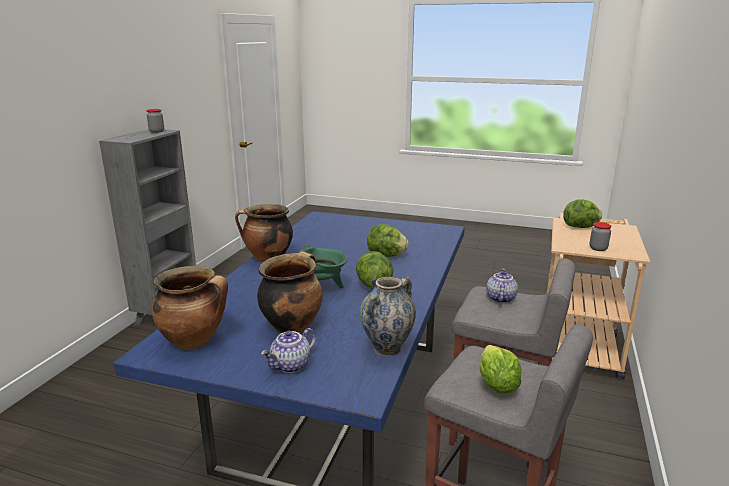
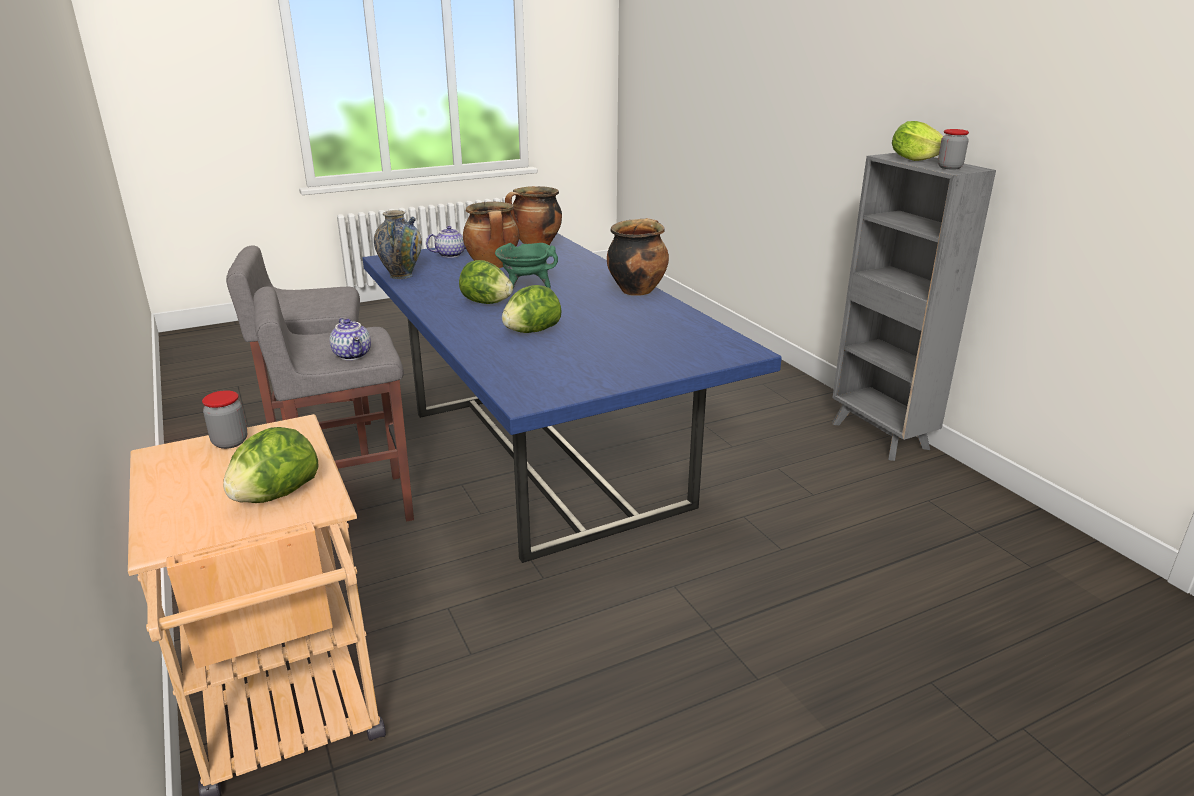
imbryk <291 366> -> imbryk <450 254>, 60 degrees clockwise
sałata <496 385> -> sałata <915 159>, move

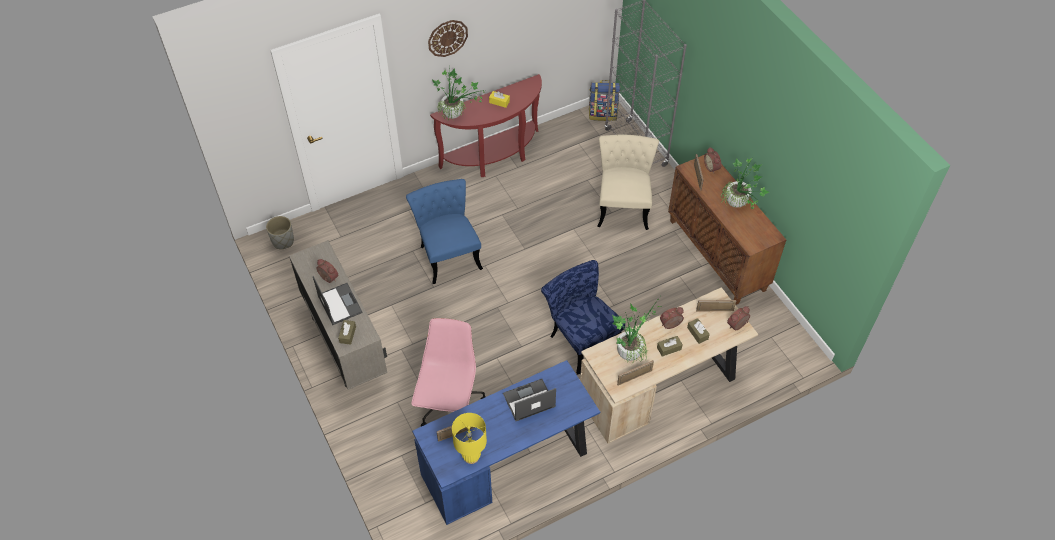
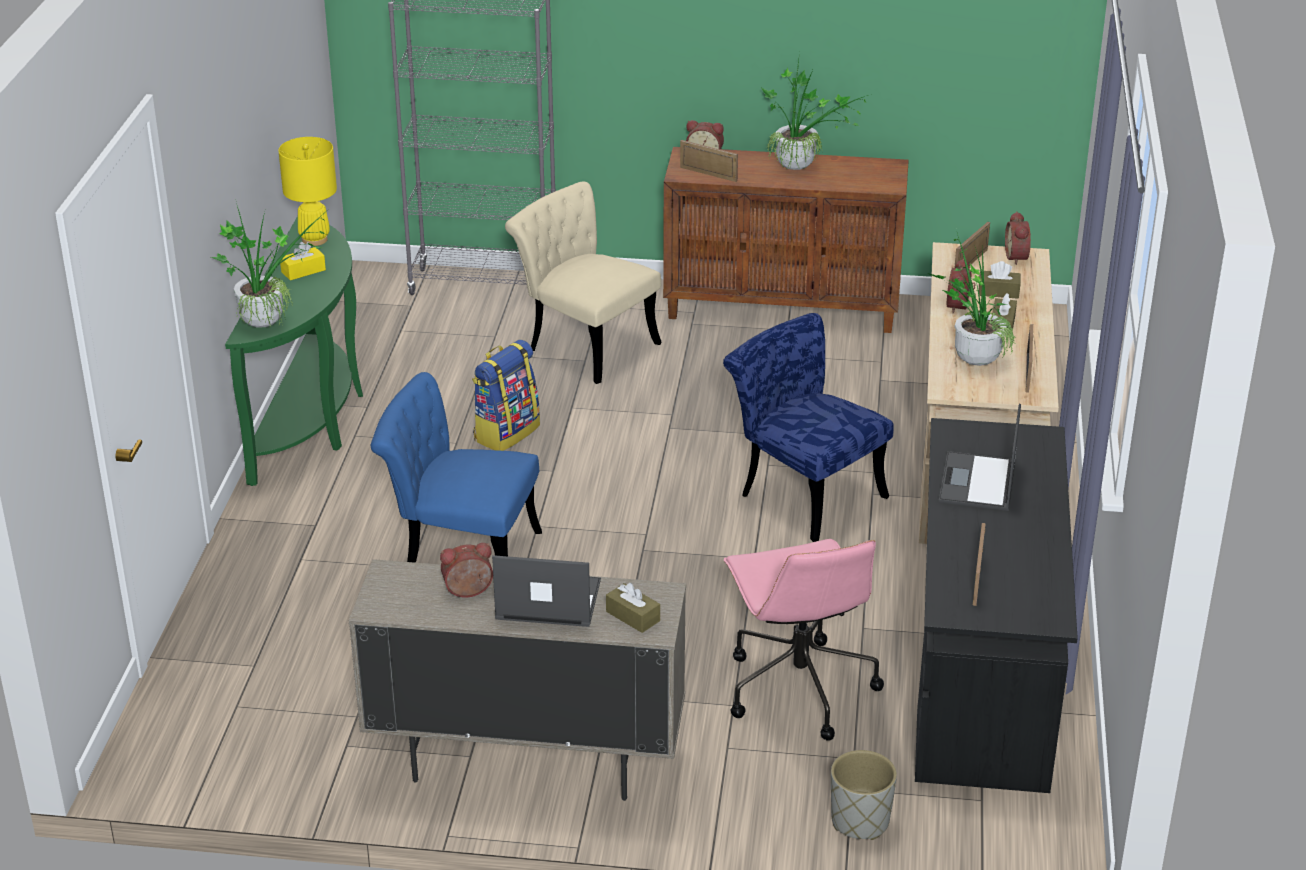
donica [szary] <283 241> -> donica [szary] <860 821>, move
krzesło biurowe [różowy] <449 405> -> krzesło biurowe [różowy] <798 687>, 150 degrees counterclockwise
biurko [niebieski] <508 464> -> biurko [czarny] <983 670>
zegar ścienny <447 38> -> none
stolik konsolowy [czerwony] <495 157> -> stolik konsolowy [zielony] <313 420>
lampa stołowa [żółty] <471 456> -> lampa stołowa [żółty] <314 240>, move
krzesło [niebieski] <581 338> -> krzesło [niebieski] <803 492>, 45 degrees clockwise
plecak <603 114> -> plecak <506 432>, move

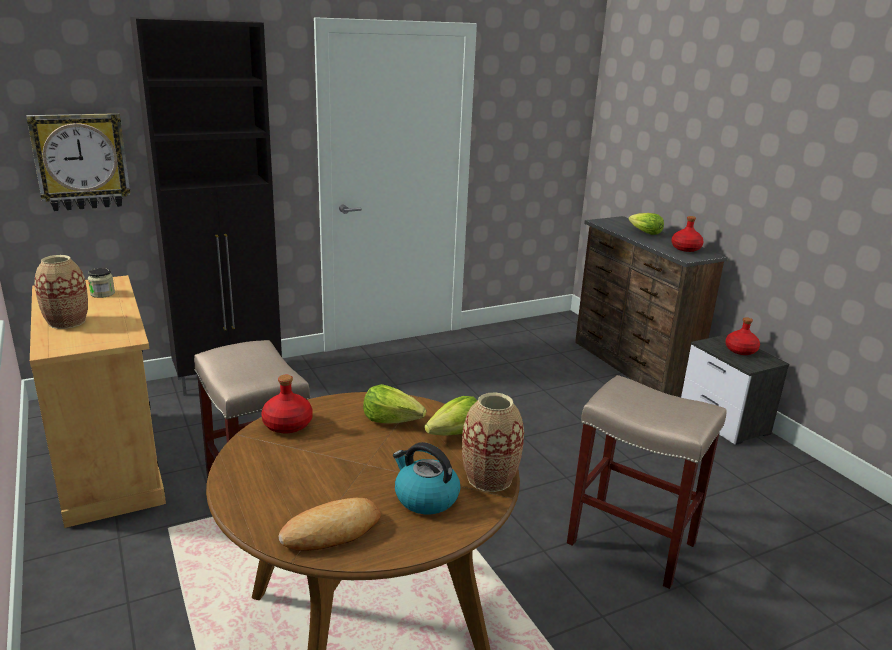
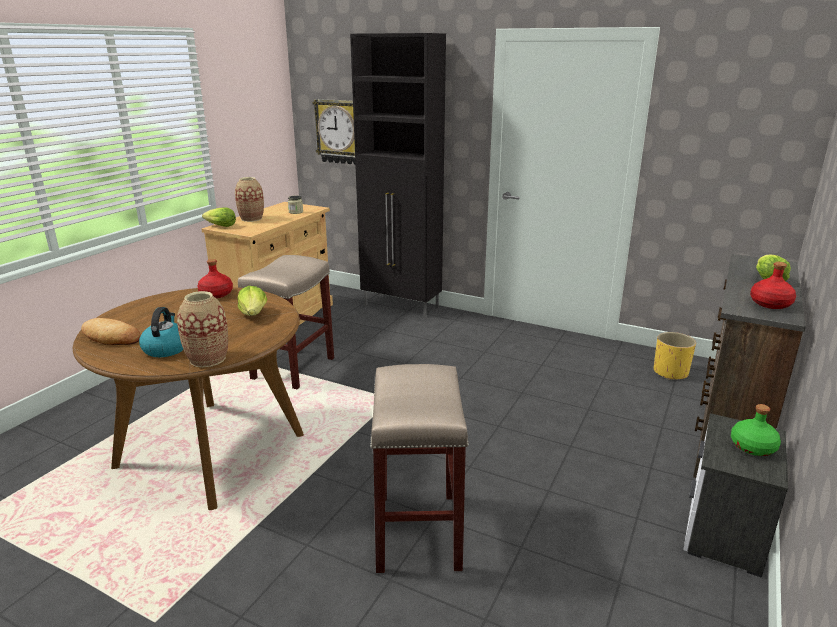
sałata <455 434> -> sałata <220 226>, move
butelka [czerwony] <740 350> -> butelka [zielony] <752 447>
none -> donica [żółty] <670 373>

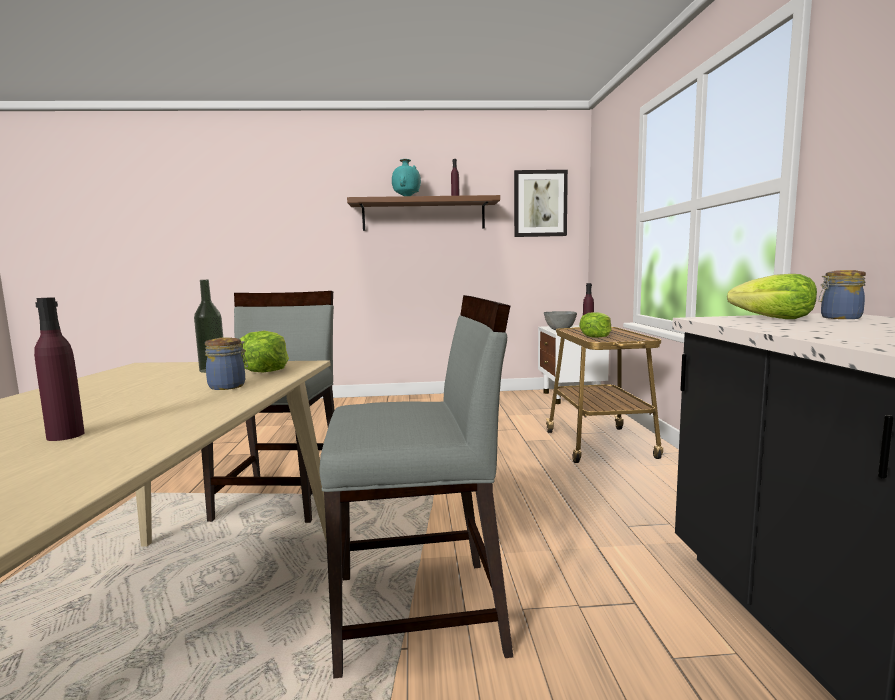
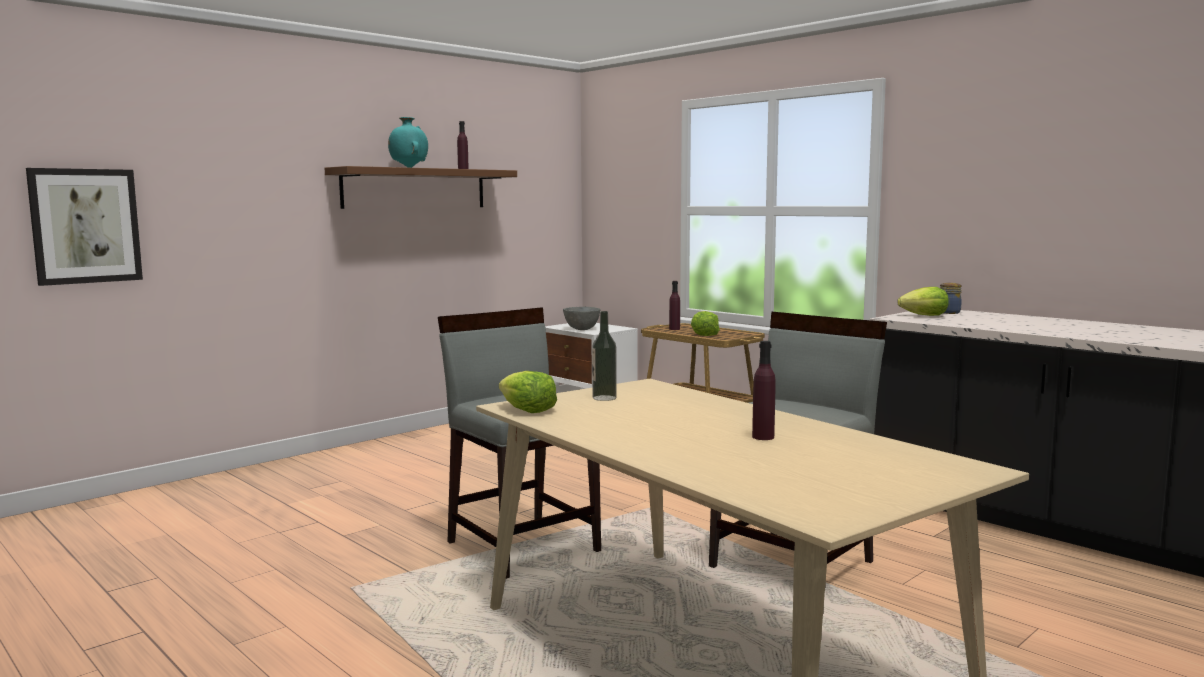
słoik <229 386> -> none
sałata <265 369> -> sałata <527 410>, move
obraz <540 203> -> obraz <85 226>, move

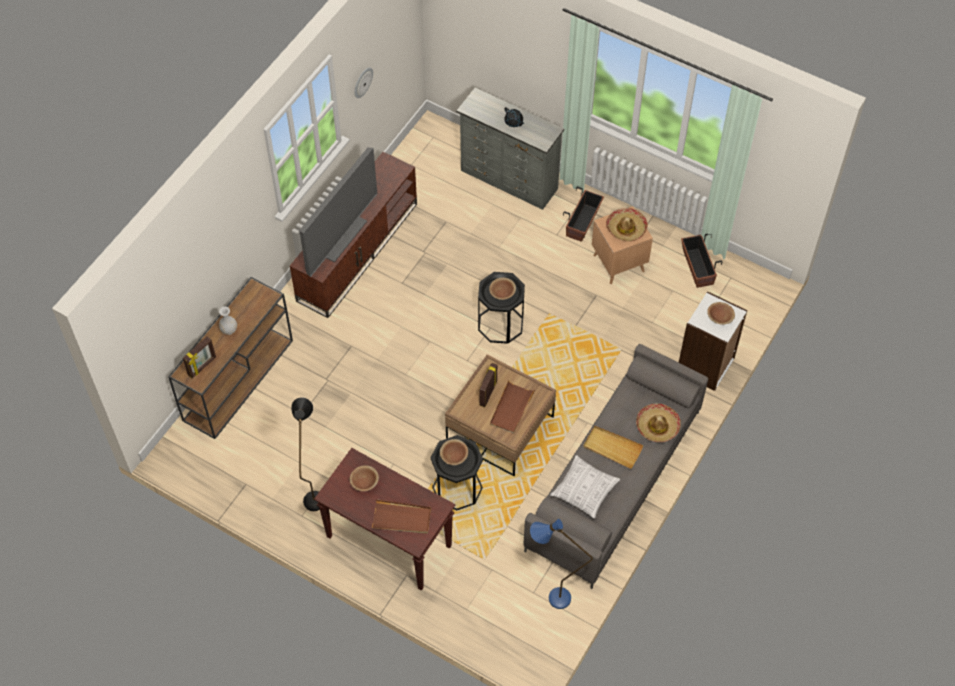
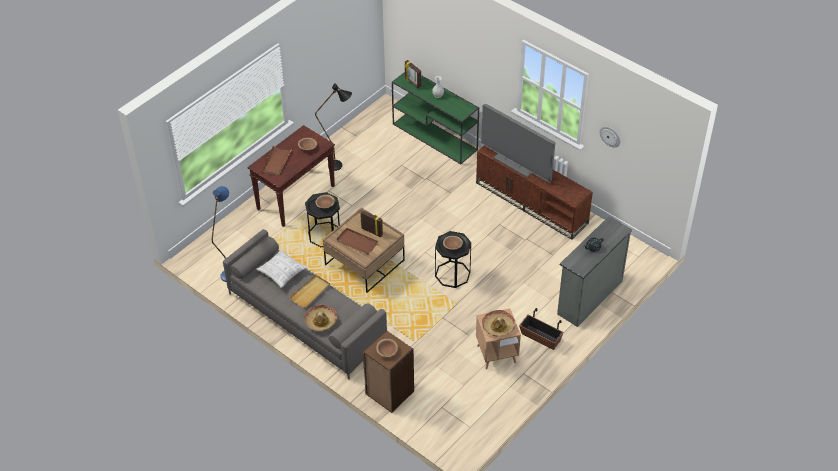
stolik konsolowy [brązowy] <239 379> -> stolik konsolowy [zielony] <435 137>
regał [biały] <706 365> -> regał [brązowy] <389 393>
donica <697 268> -> none

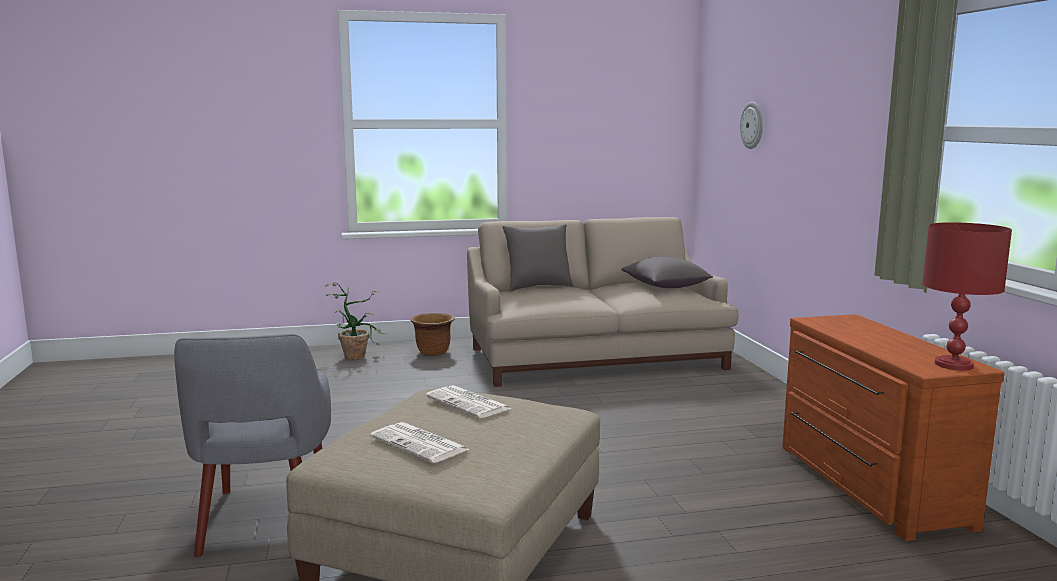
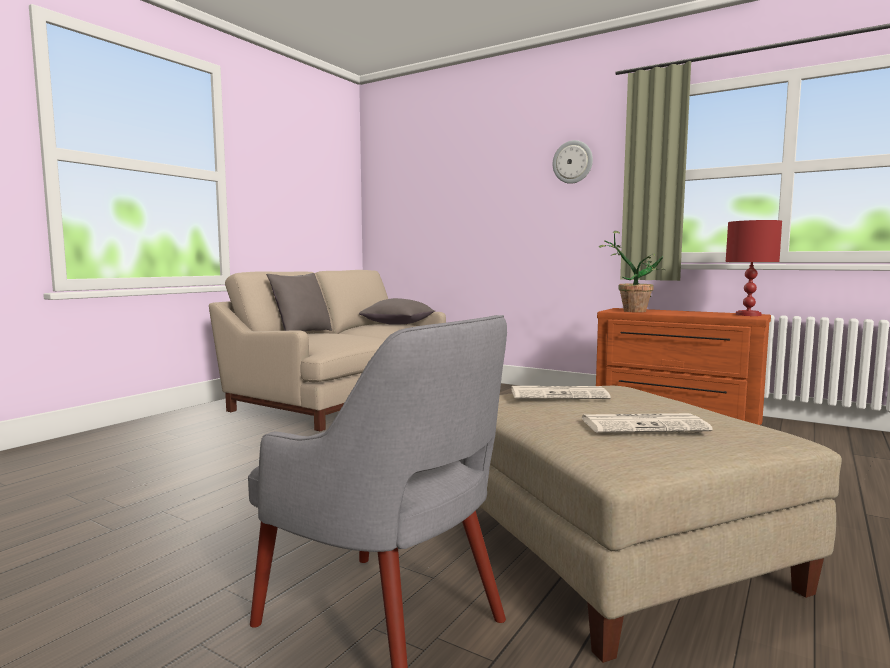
roślina doniczkowa <357 355> -> roślina doniczkowa <629 310>, move
donica [brązowy] <433 352> -> none
zegar ścienny <752 125> -> zegar ścienny <572 162>, move

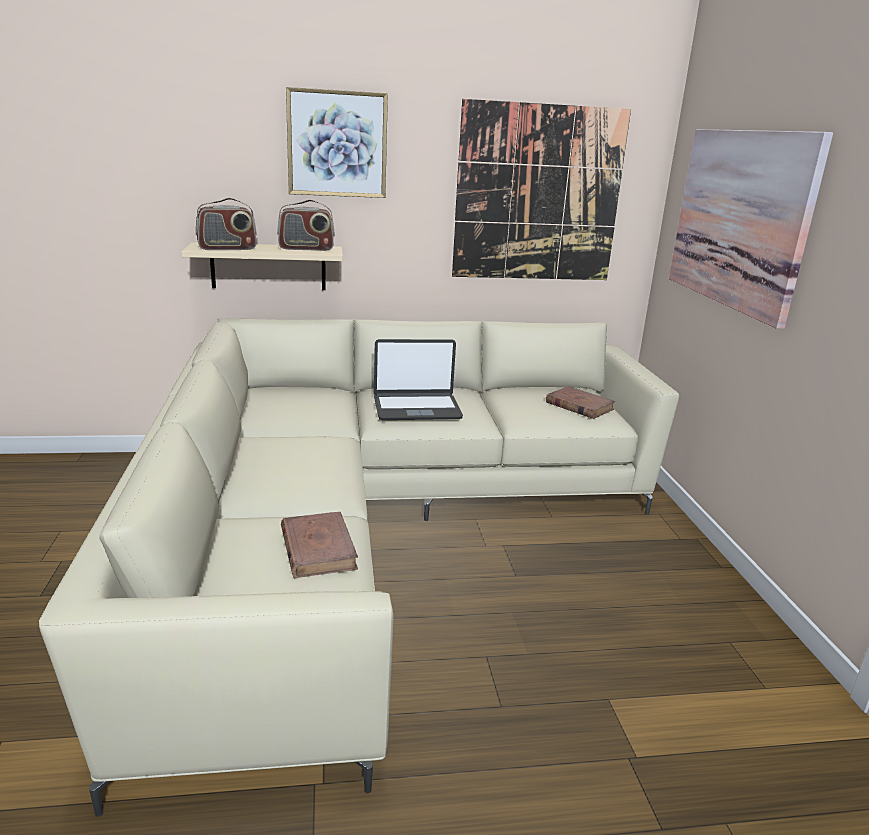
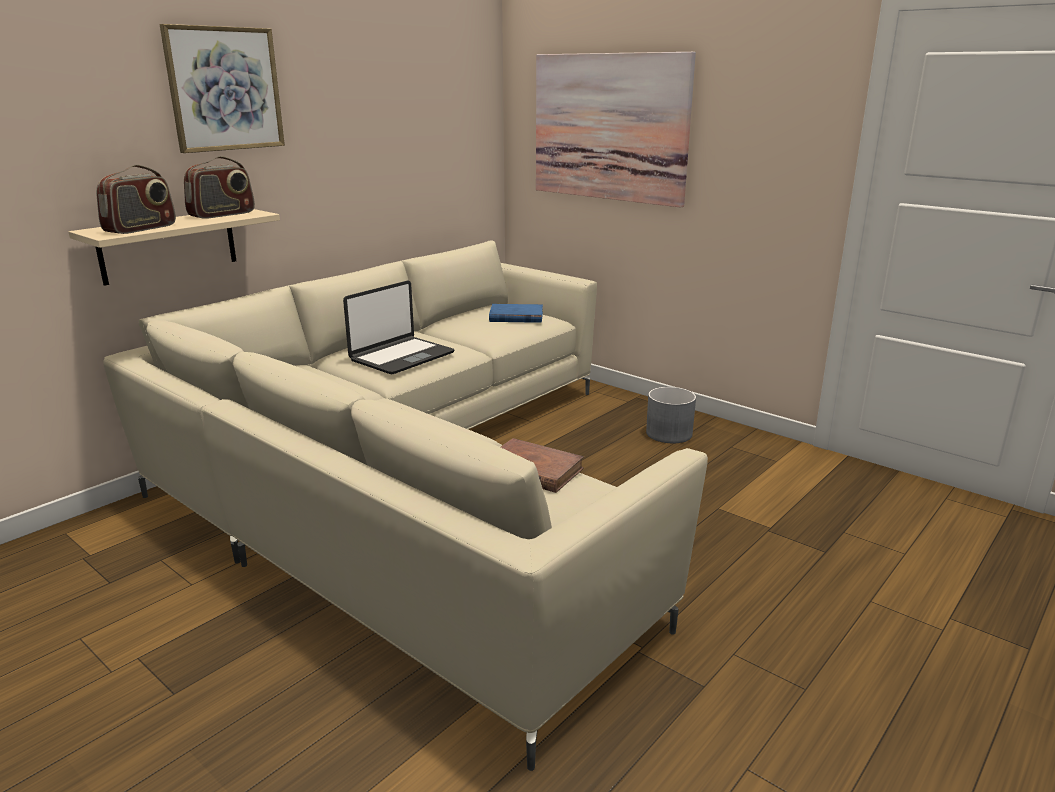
obraz <538 195> -> none
książka [brązowy] <579 406> -> książka [niebieski] <516 317>
none -> donica [szary] <668 433>

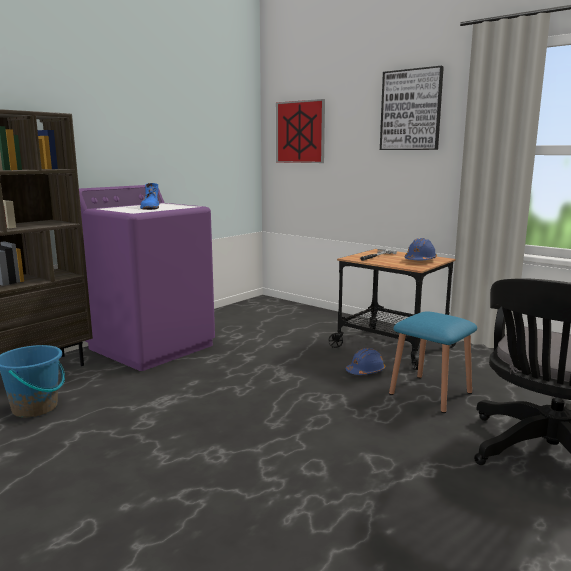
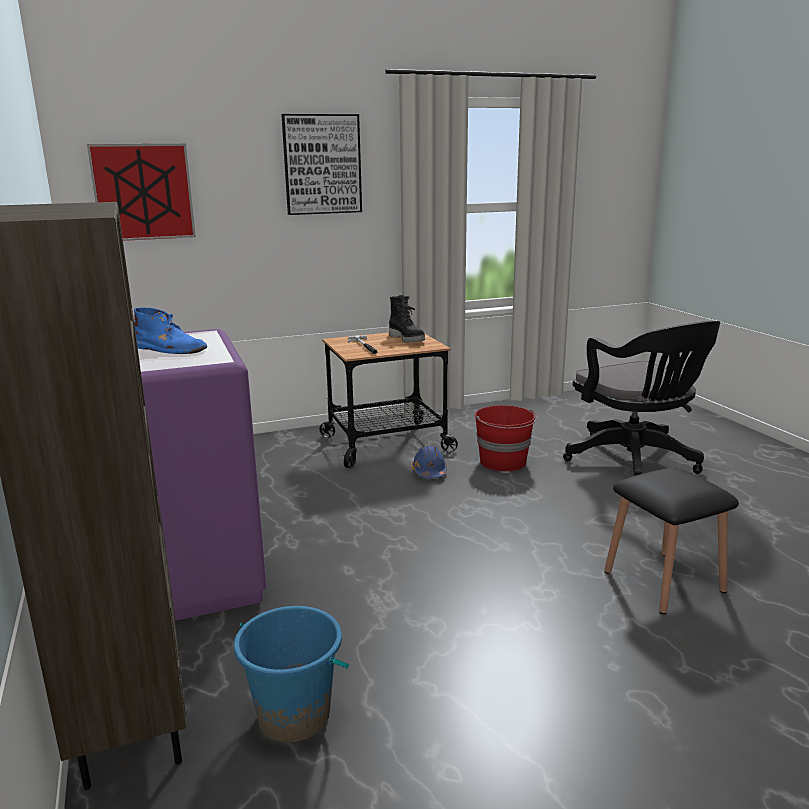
stołek [niebieski] <430 393> -> wiadro [czerwony] <503 462>
kask [niebieski] <420 260> -> but z cholewką [czarny] <407 339>
none -> stołek [czarny] <663 581>

